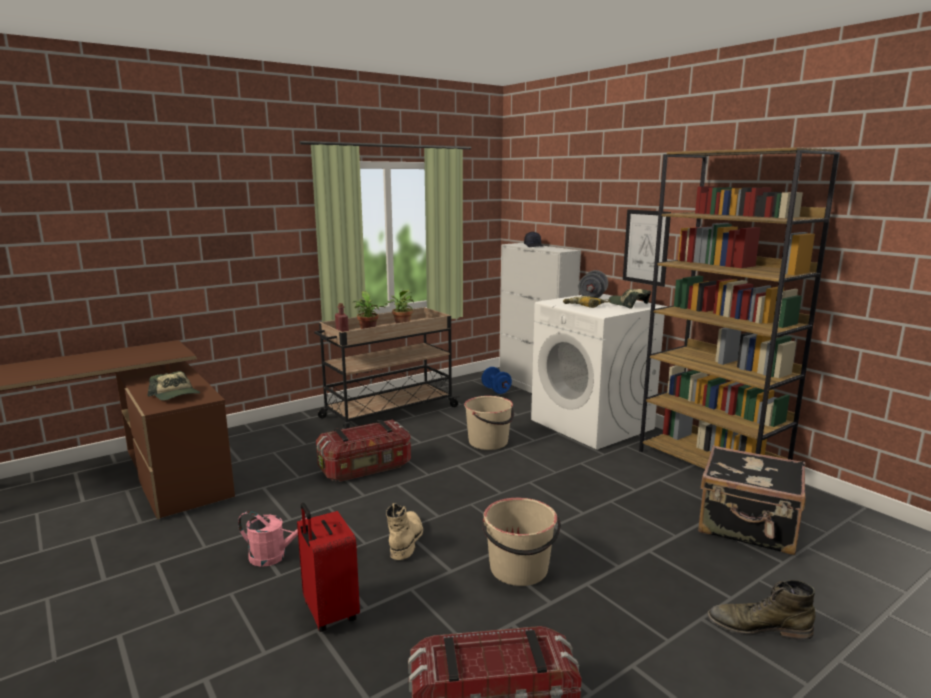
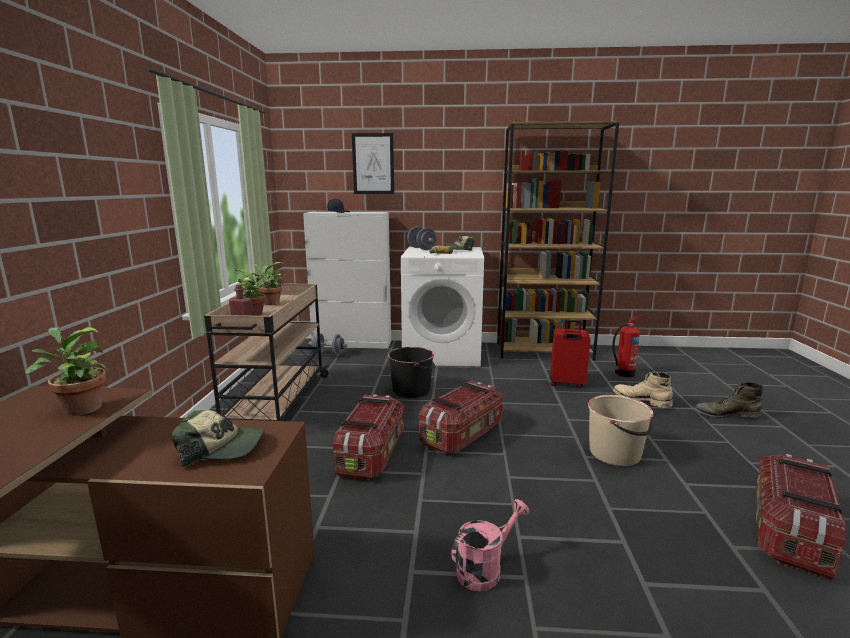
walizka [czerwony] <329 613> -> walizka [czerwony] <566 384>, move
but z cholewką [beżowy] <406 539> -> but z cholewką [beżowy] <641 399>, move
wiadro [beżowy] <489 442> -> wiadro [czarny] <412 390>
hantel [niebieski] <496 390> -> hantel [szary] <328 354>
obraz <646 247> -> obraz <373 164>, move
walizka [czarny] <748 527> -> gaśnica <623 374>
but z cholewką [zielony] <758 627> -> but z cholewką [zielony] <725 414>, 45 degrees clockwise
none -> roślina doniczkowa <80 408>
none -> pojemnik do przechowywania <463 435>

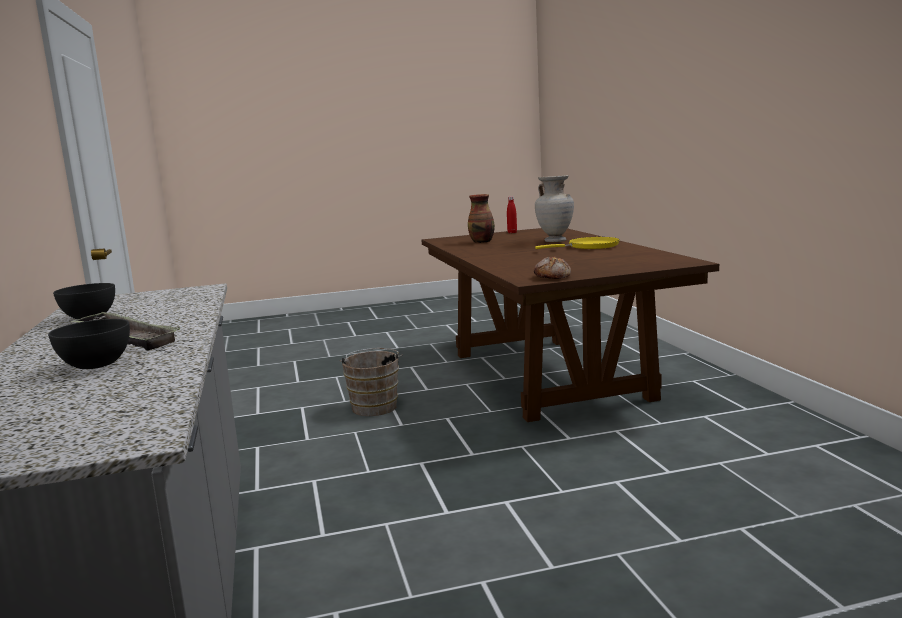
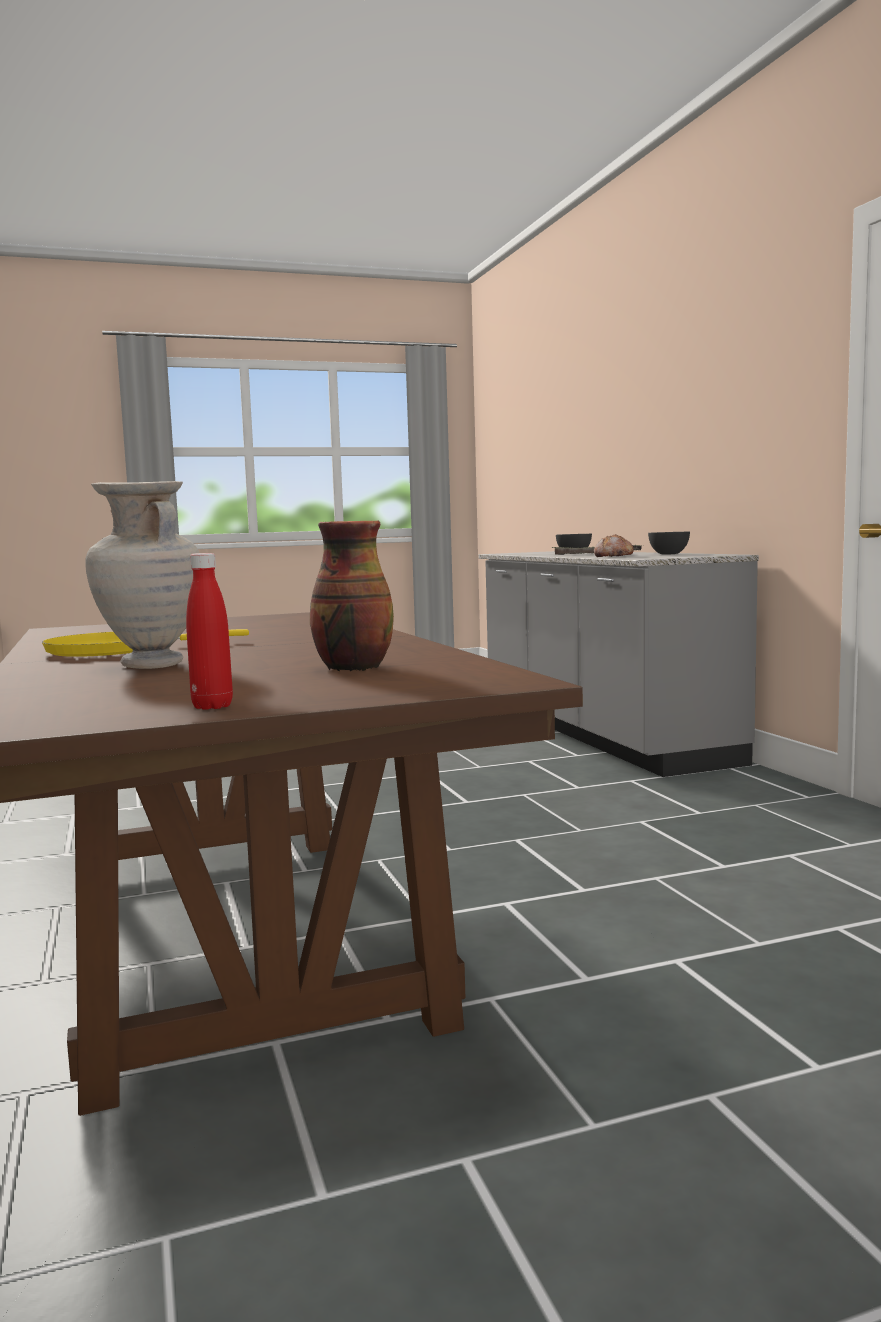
wiadro [brązowy] <375 406> -> none
chleb <553 276> -> chleb <612 556>, move

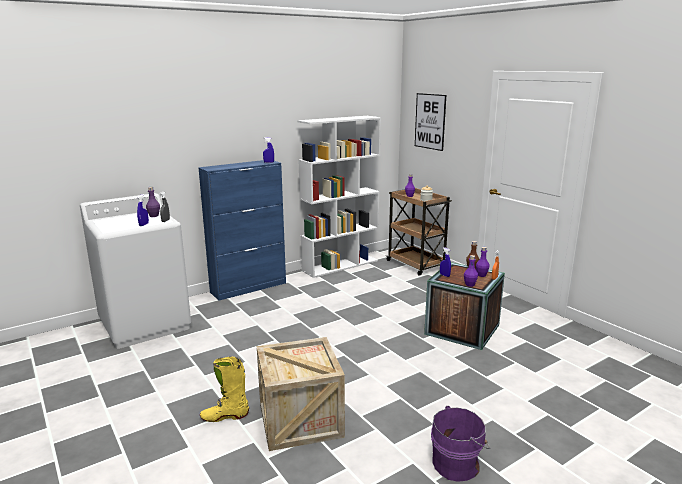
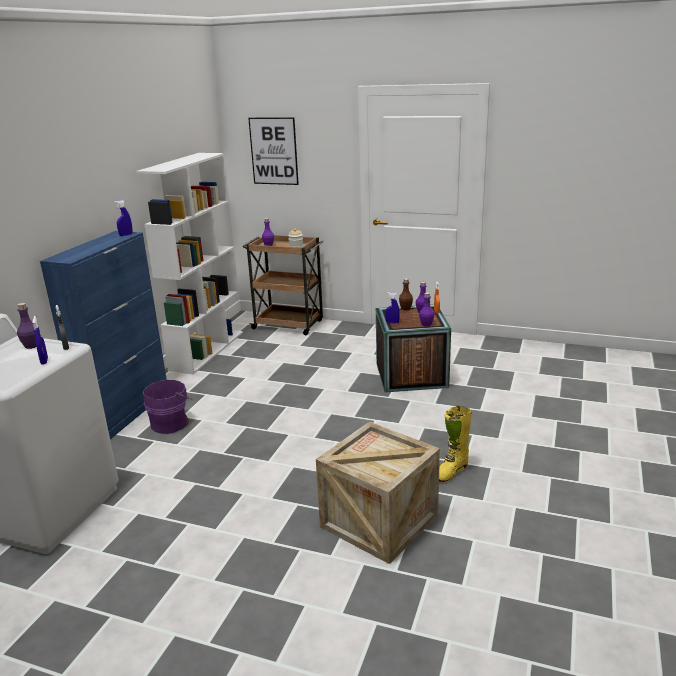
but z cholewką [żółty] <225 416> -> but z cholewką [żółty] <451 472>, move
wiadro [fioletowy] <458 463> -> wiadro [fioletowy] <171 423>, move

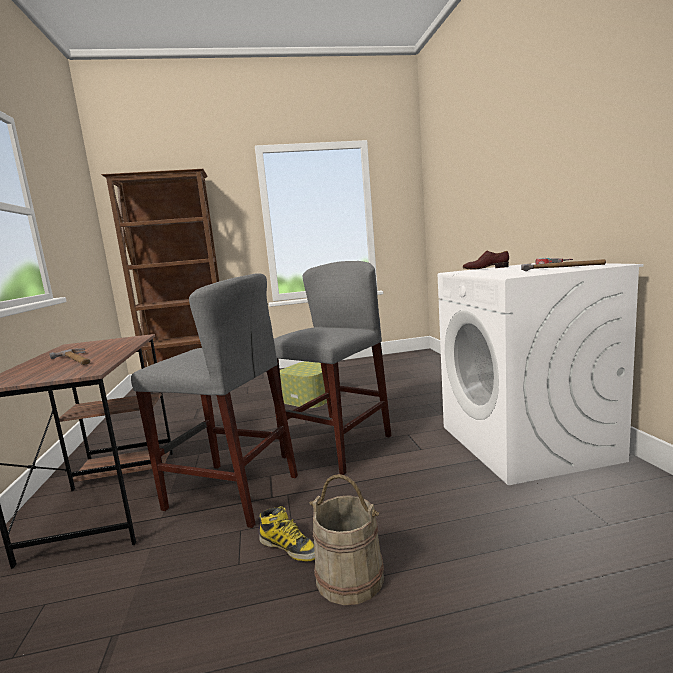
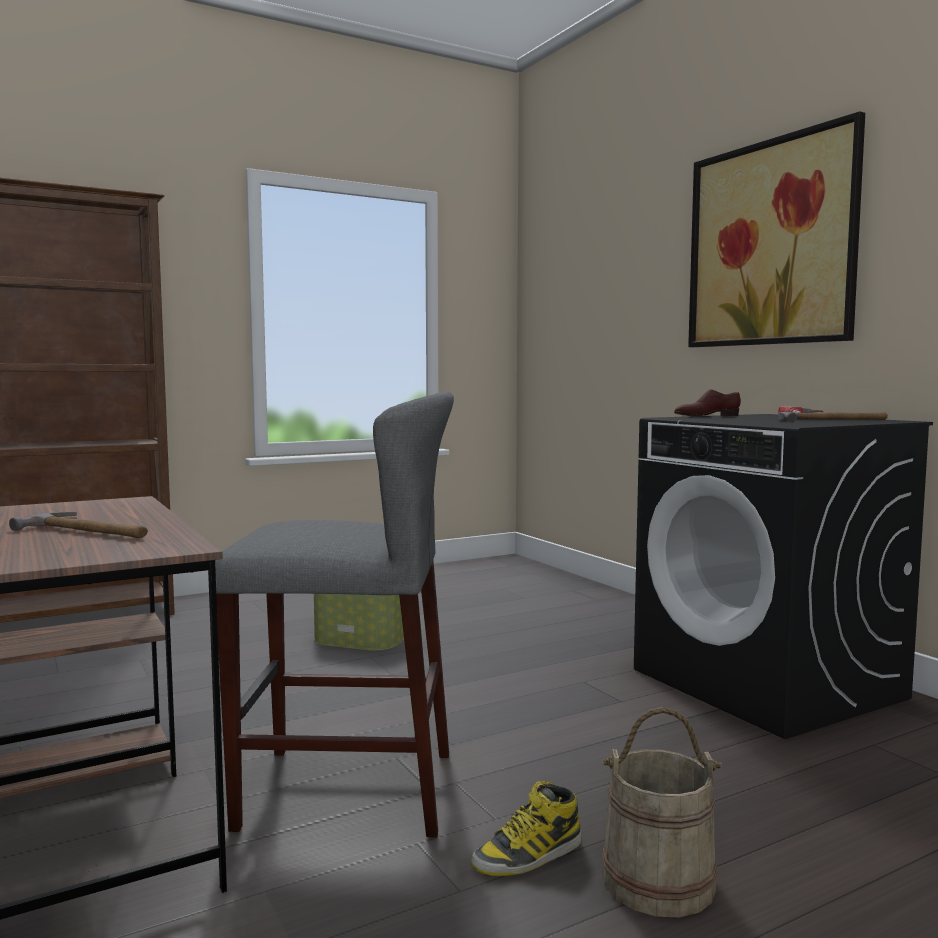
but z cholewką <290 547> -> but z cholewką <528 856>, 135 degrees clockwise
stołek [szary] <337 446> -> none
pralka [biały] <526 443> -> pralka [czarny] <768 684>
none -> obraz <770 244>

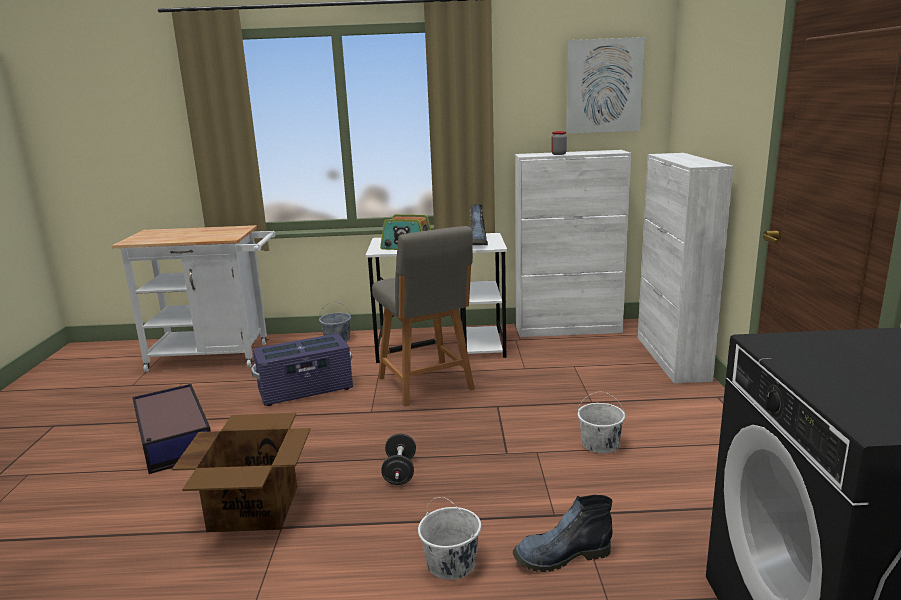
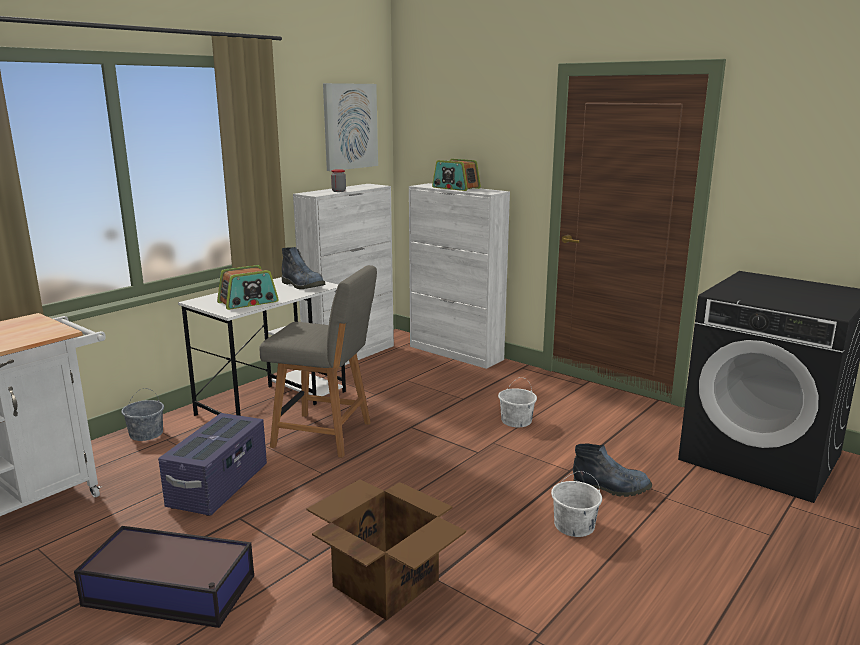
hantel [czarny] <400 472> -> none
but z cholewką <561 556> -> but z cholewką <612 488>, 105 degrees counterclockwise
none -> radio <456 188>

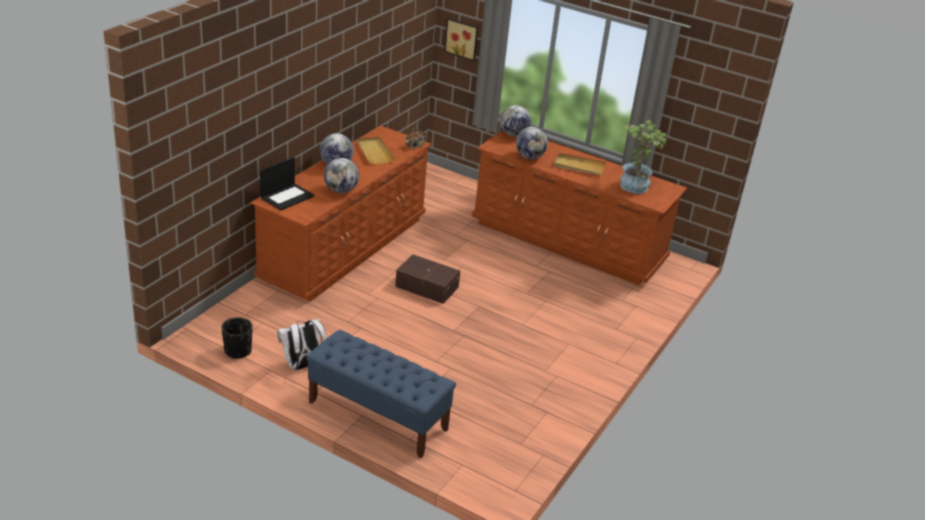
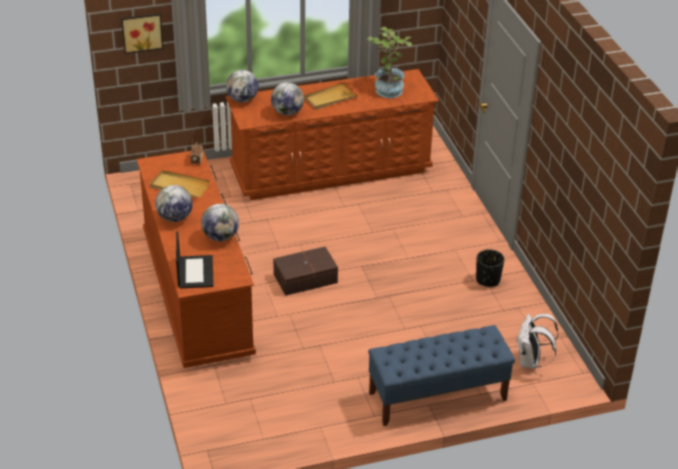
donica [czarny] <237 351> -> donica [czarny] <487 280>, move
plecak [biały] <302 366> -> plecak [biały] <530 362>, move

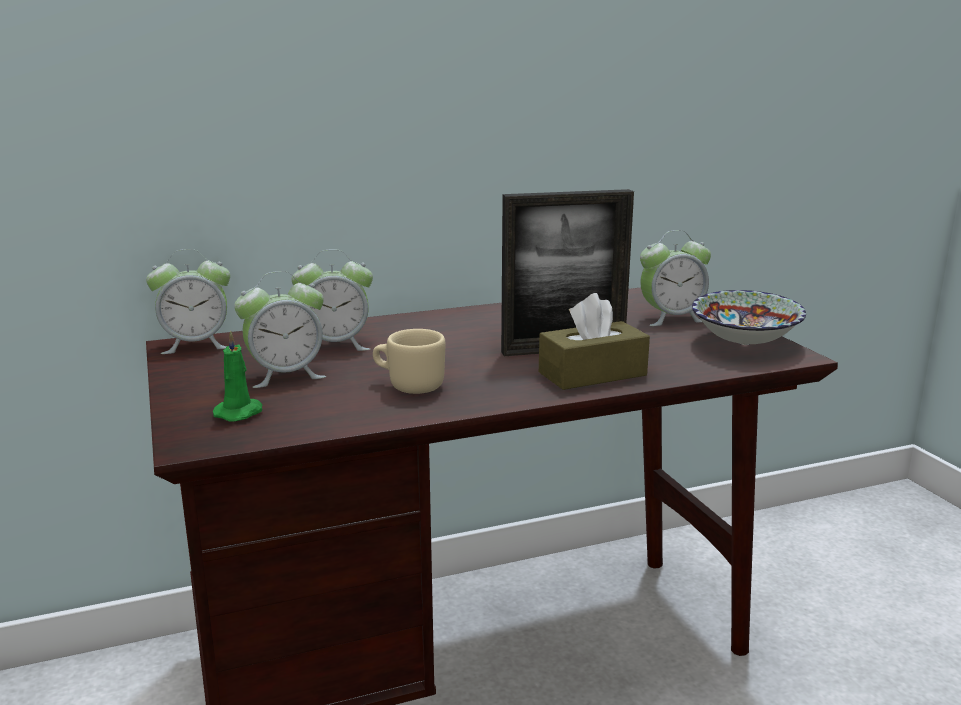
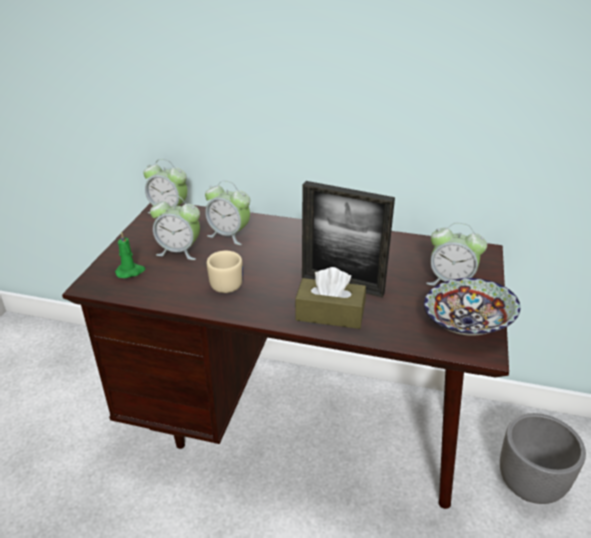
none -> donica [szary] <530 485>

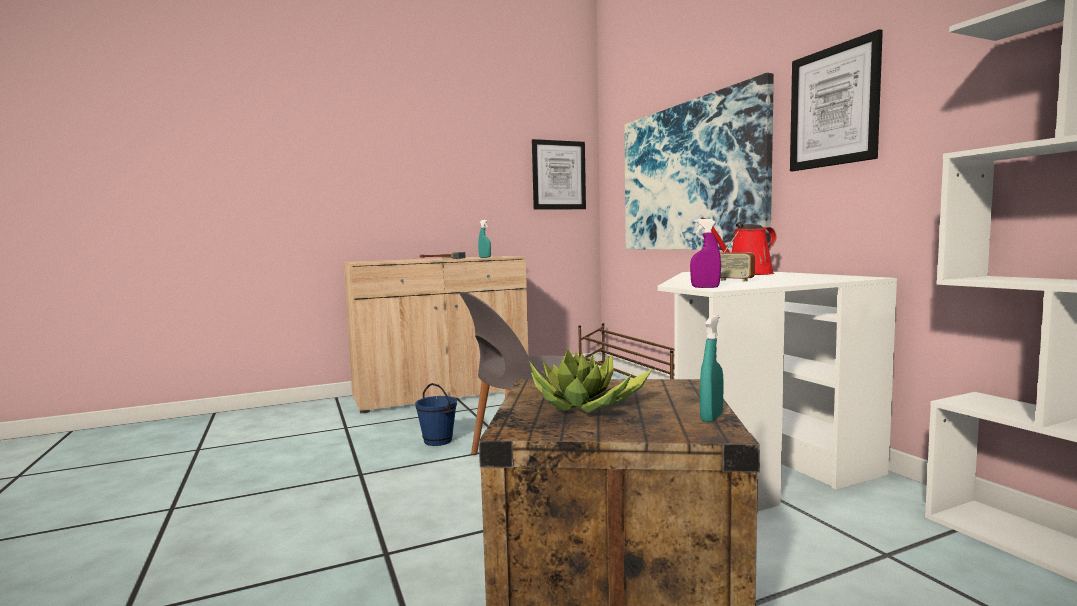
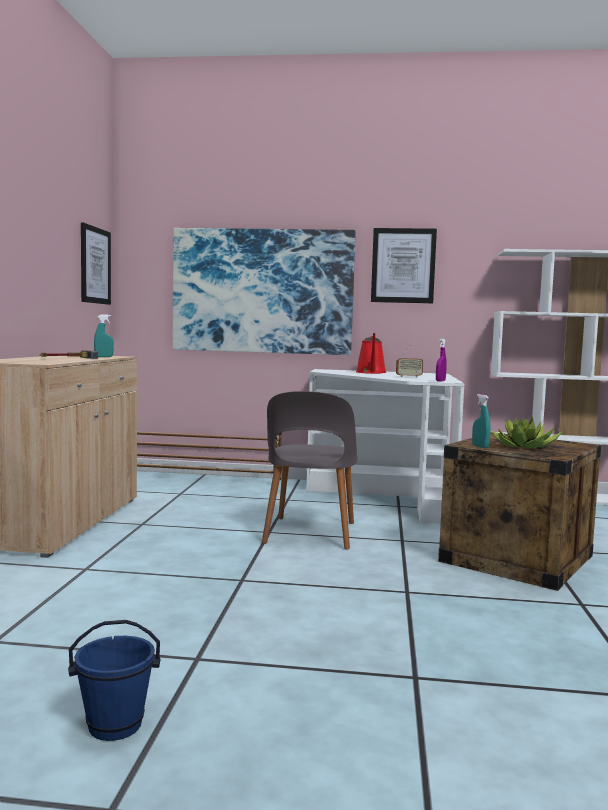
wiadro [niebieski] <437 441> -> wiadro [niebieski] <115 726>, move
spryskiwacz [turkusowy] <711 417> -> spryskiwacz [turkusowy] <480 446>, move

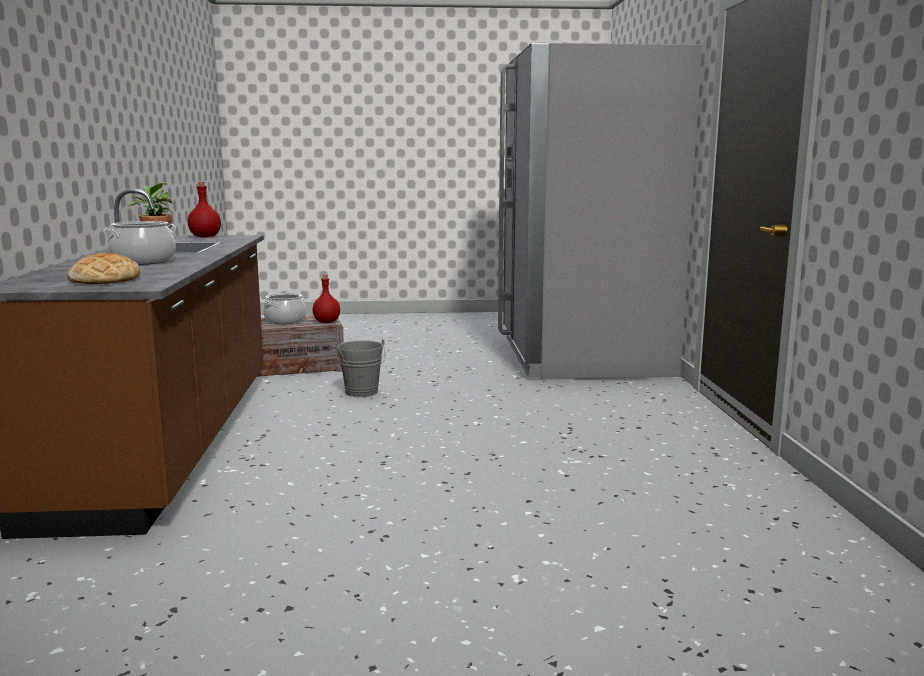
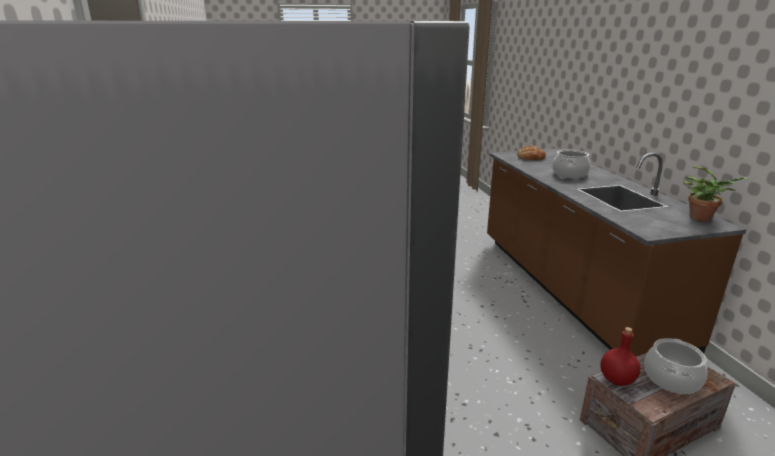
butelka [czerwony] <204 237> -> none
wiadro [szary] <362 393> -> none

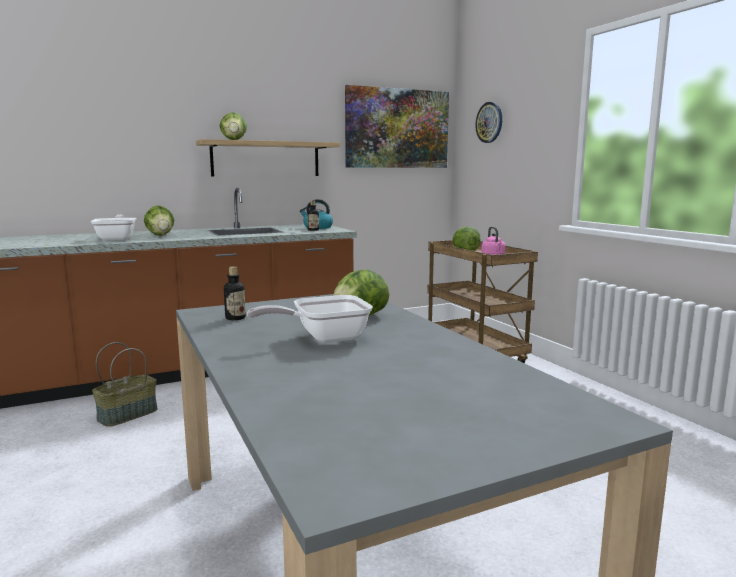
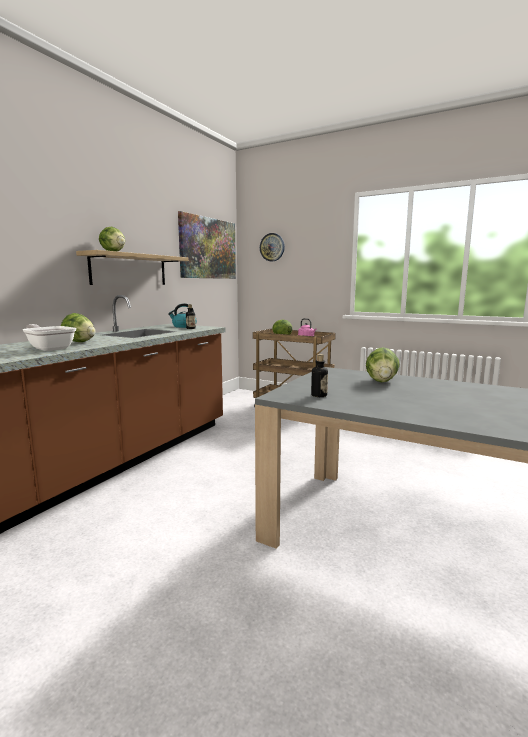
koszyk <128 414> -> none
patelnia <323 338> -> none

